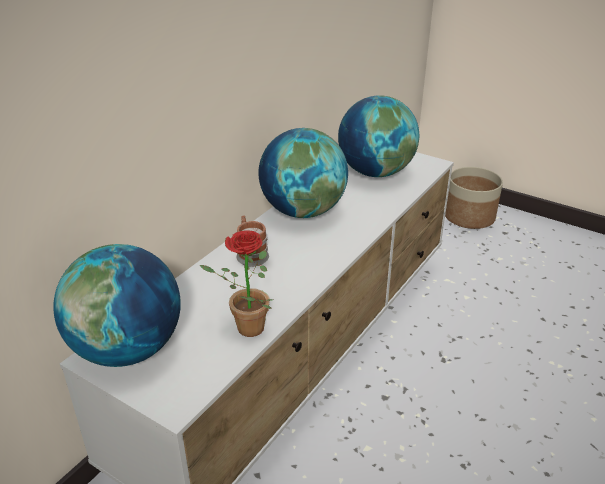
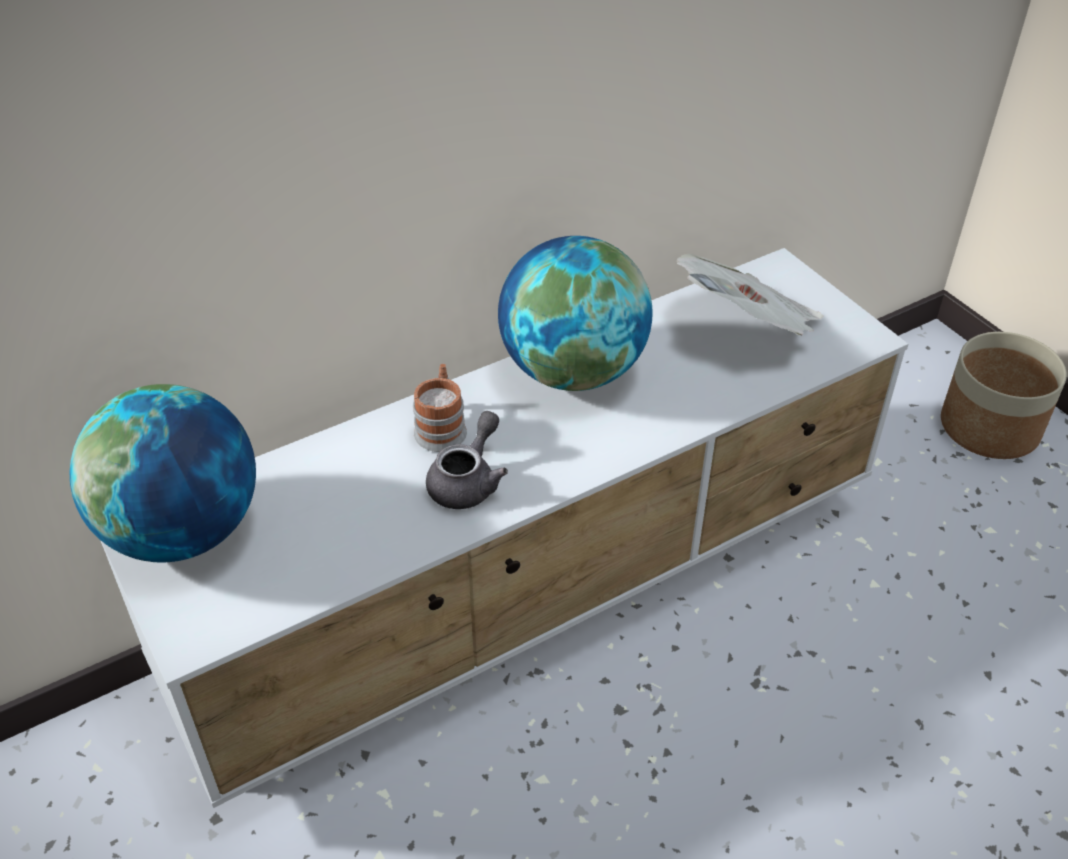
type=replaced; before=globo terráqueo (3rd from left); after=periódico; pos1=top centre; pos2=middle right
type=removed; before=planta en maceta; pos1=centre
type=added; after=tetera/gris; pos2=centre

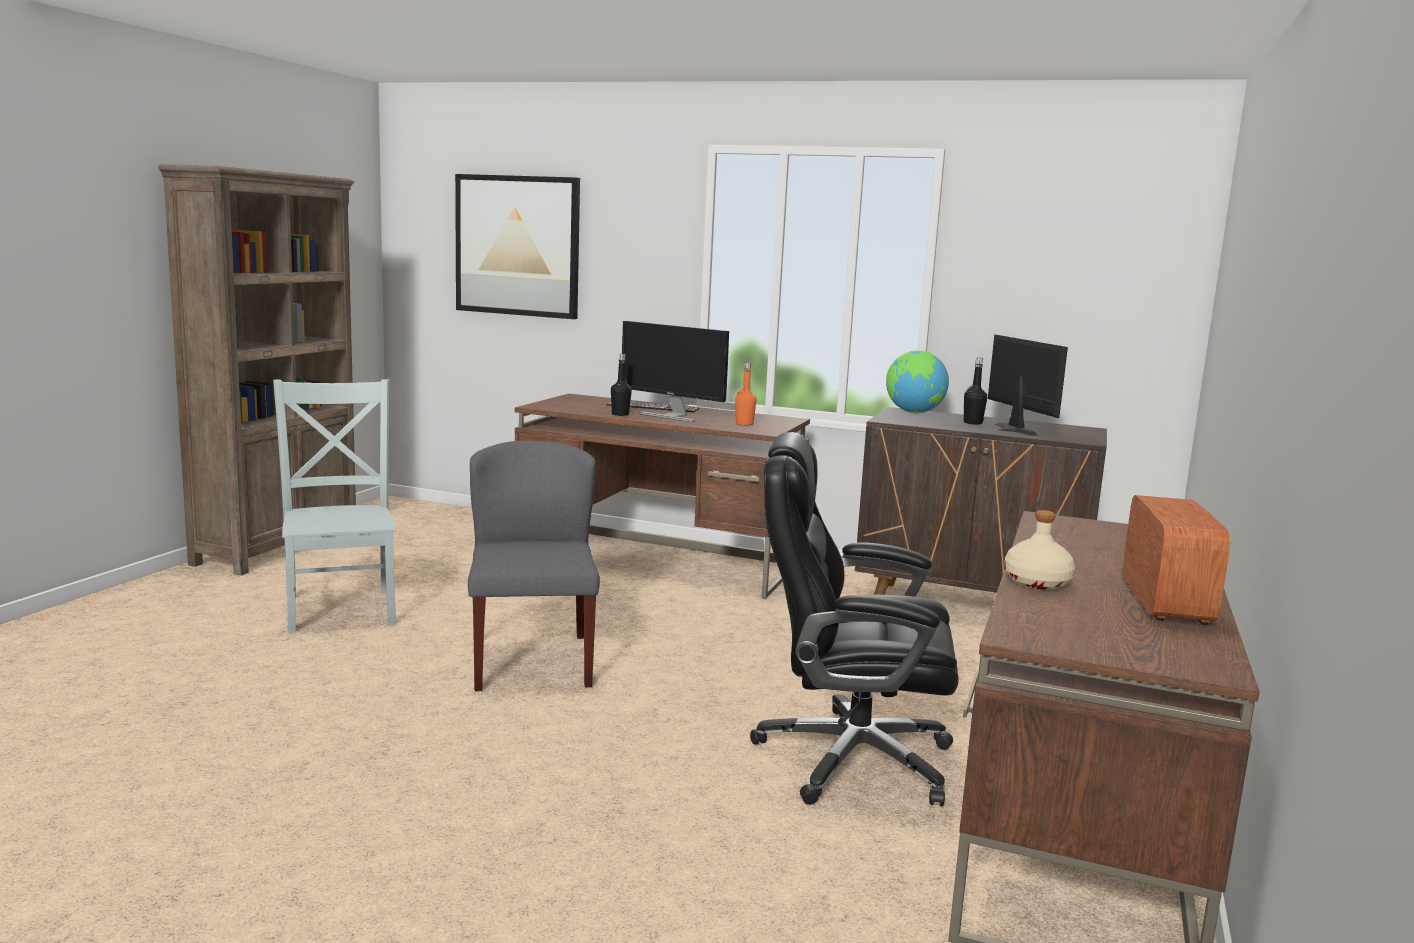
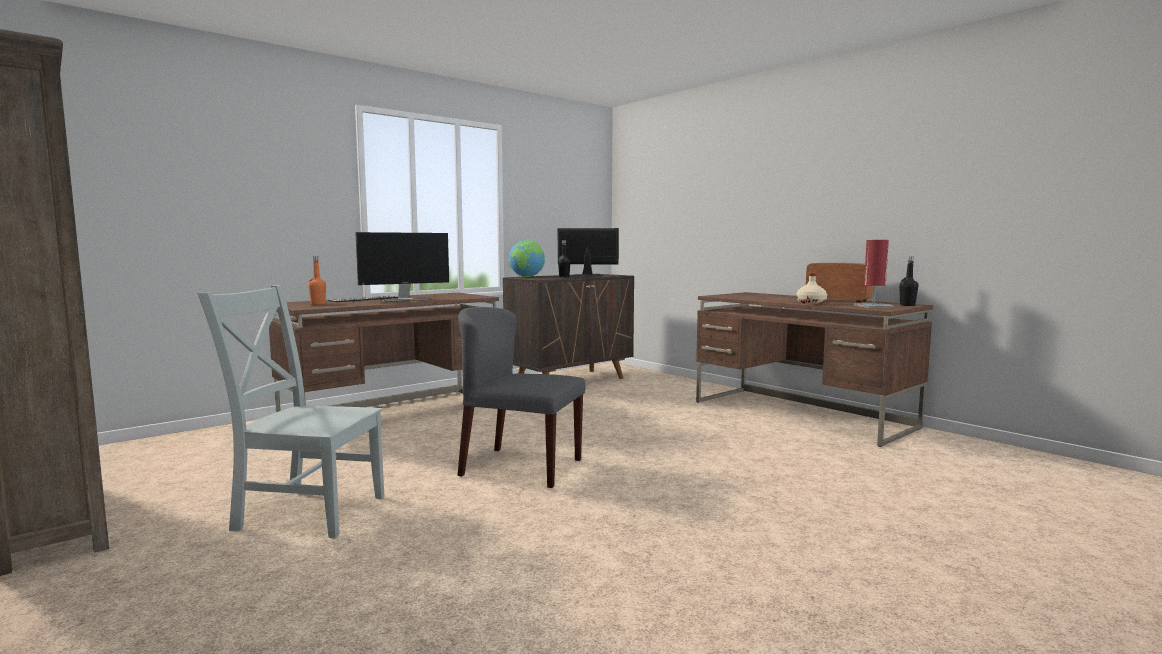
type=removed; before=cuadro; pos1=top centre
type=moved; before=botella/negro (1st from left in the first image); after=botella/negro (2nd from left); pos1=centre; pos2=middle right
type=moved; before=botella/naranja; pos1=centre; pos2=middle left
type=removed; before=silla de oficina/negro; pos1=centre
type=added; after=lámpara de mesa/rojo; pos2=middle right

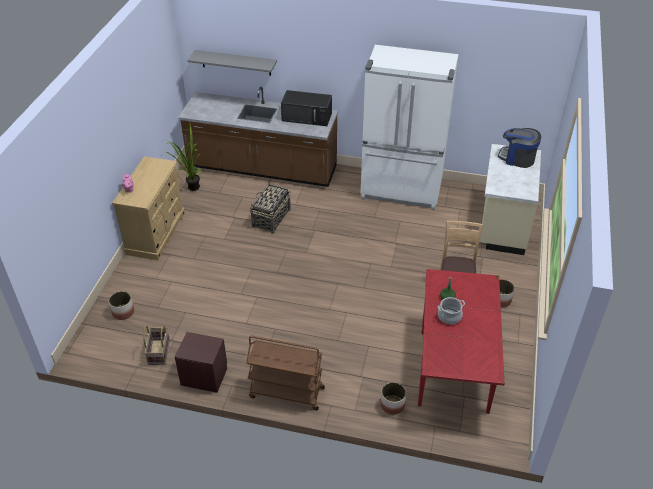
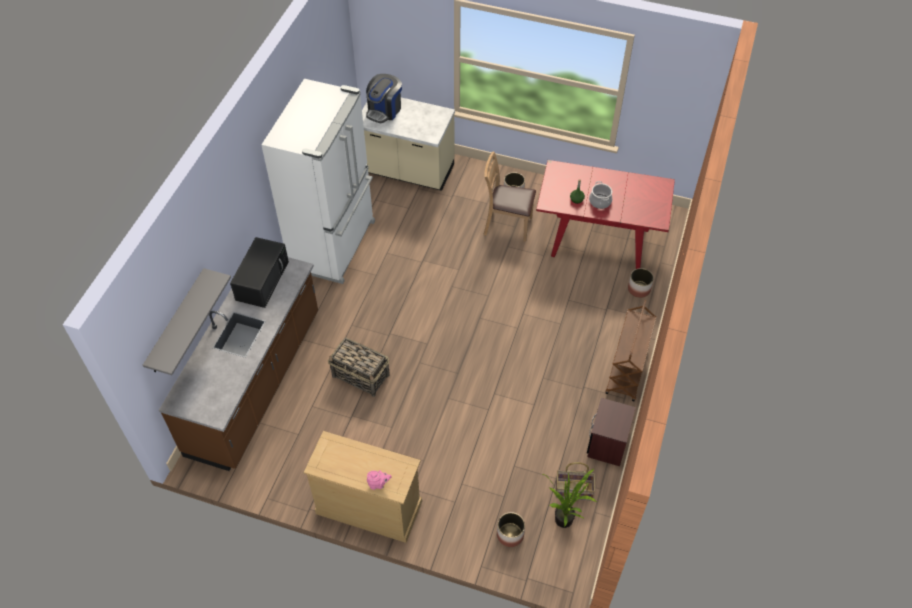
type=moved; before=planta en maceta; pos1=top left; pos2=bottom centre

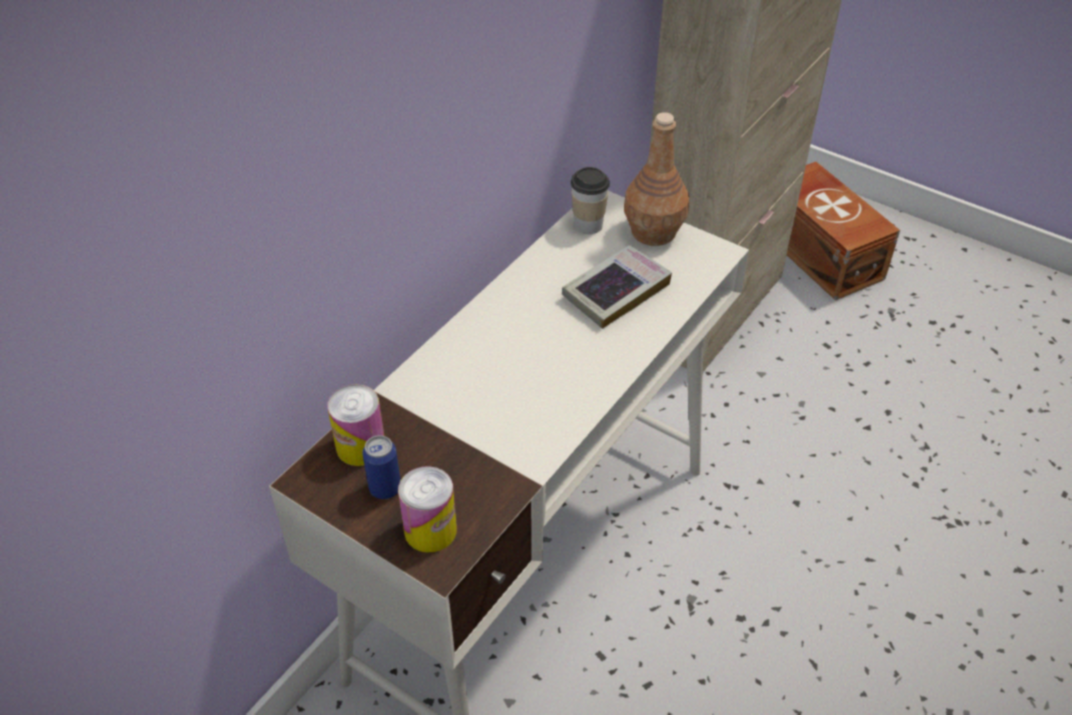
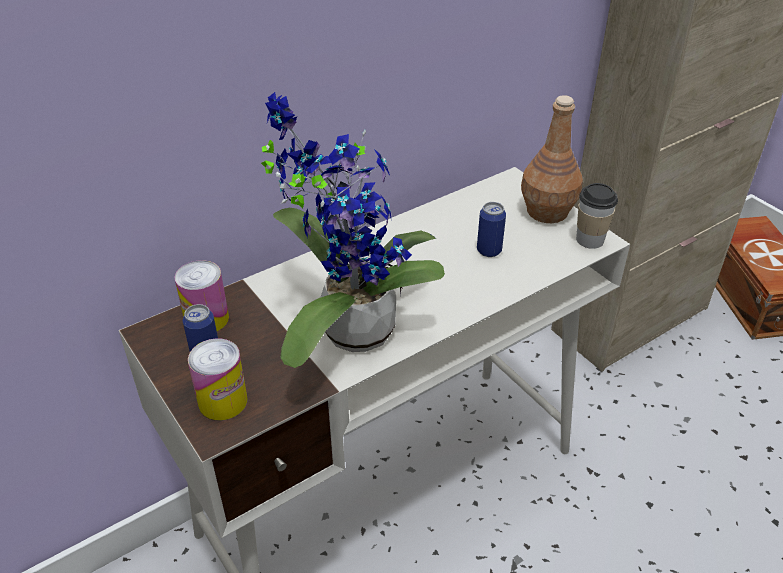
type=moved; before=taza; pos1=top centre; pos2=middle right
type=replaced; before=libro; after=lata (4th from left); pos1=centre; pos2=centre
type=added; after=planta en maceta; pos2=centre

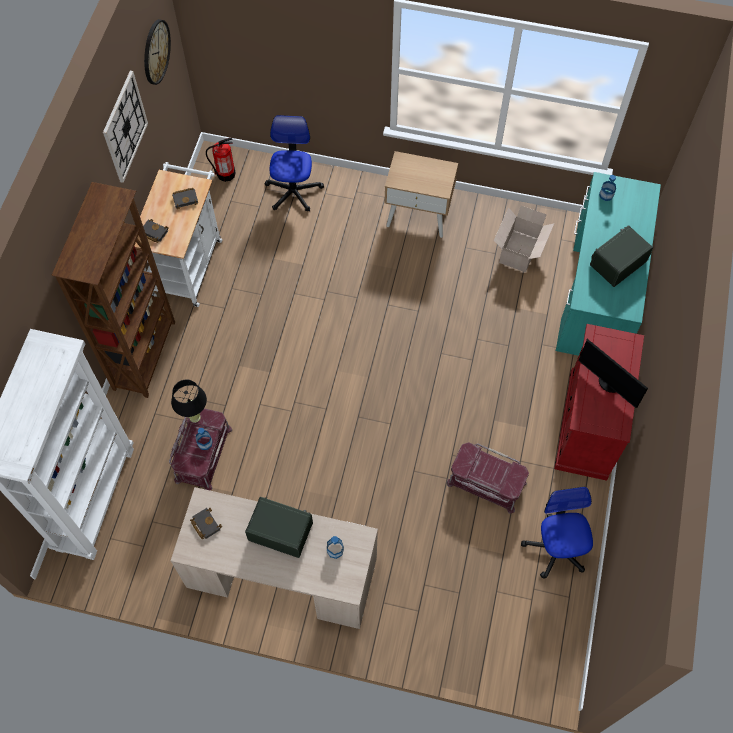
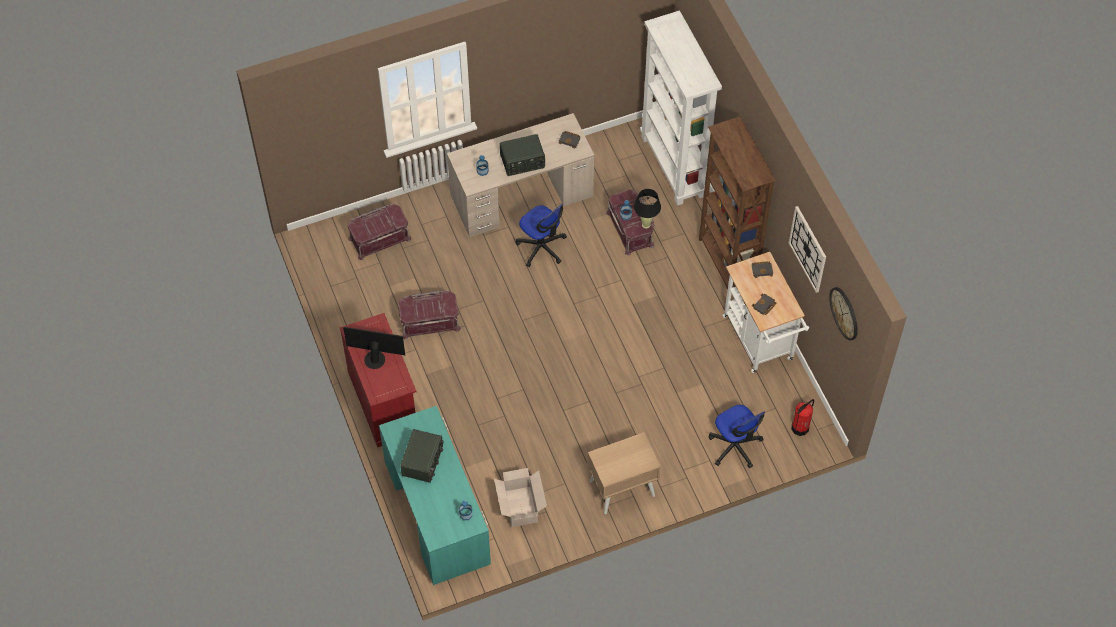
type=moved; before=silla de oficina (2nd from left in the first image); after=silla de oficina (1st from left); pos1=bottom right; pos2=centre
type=added; after=caja de almacenaje/rojo (1st from left); pos2=centre

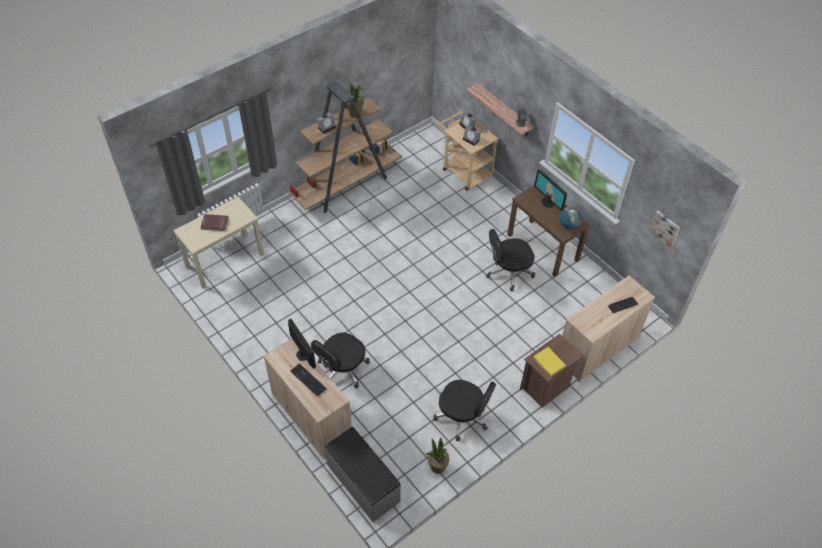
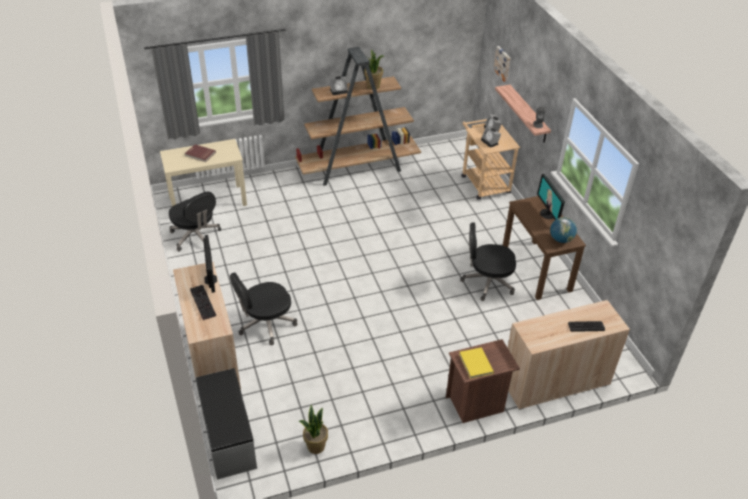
type=moved; before=cuadro; pos1=middle right; pos2=top right
type=moved; before=silla de oficina/negro (2nd from left in the first image); after=silla de oficina/negro (1st from left); pos1=bottom centre; pos2=middle left

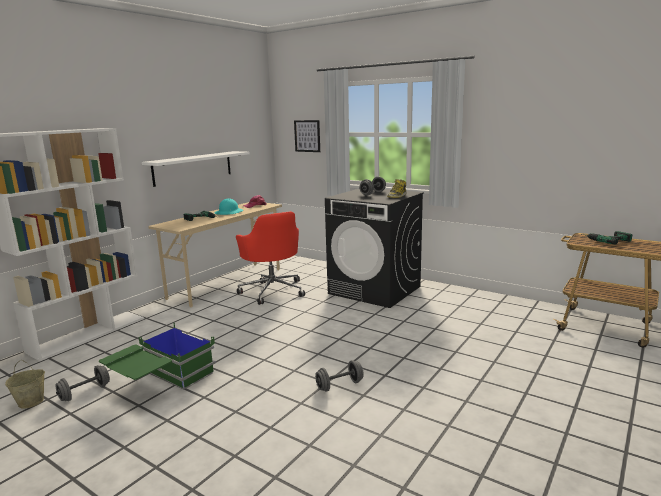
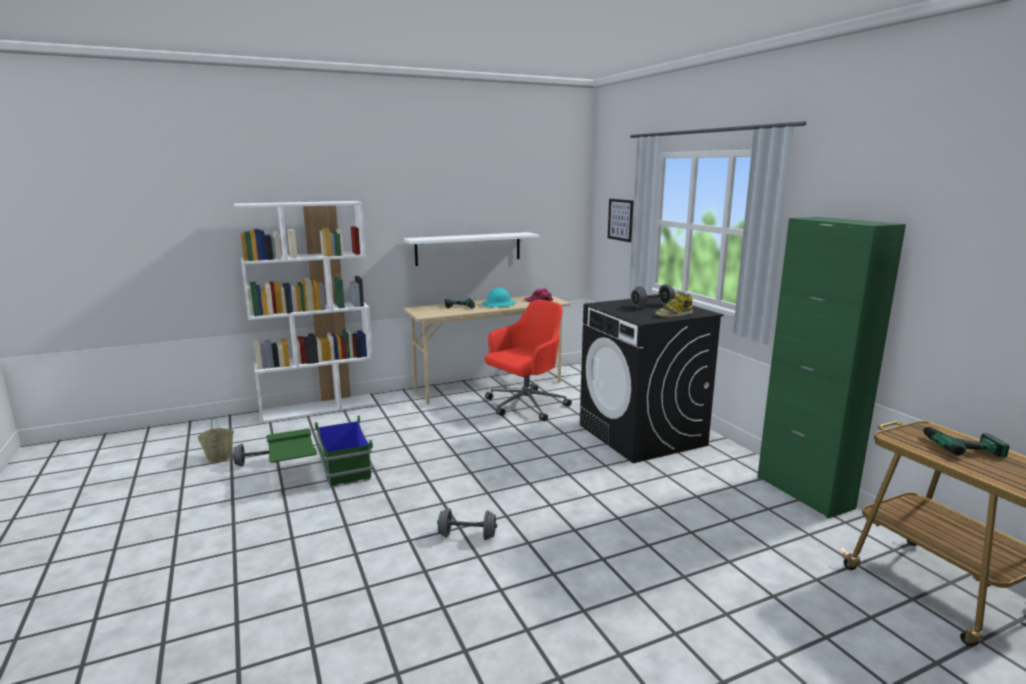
type=turned; before=silla de oficina/rojo; pos1=centre; pos2=centre; turn=-135
type=added; after=armario/verde; pos2=middle right

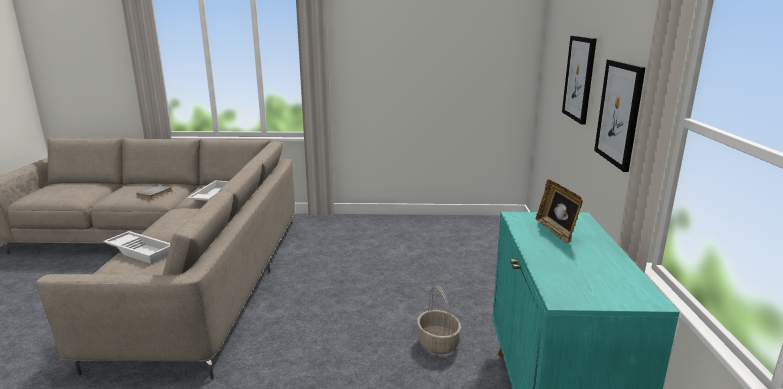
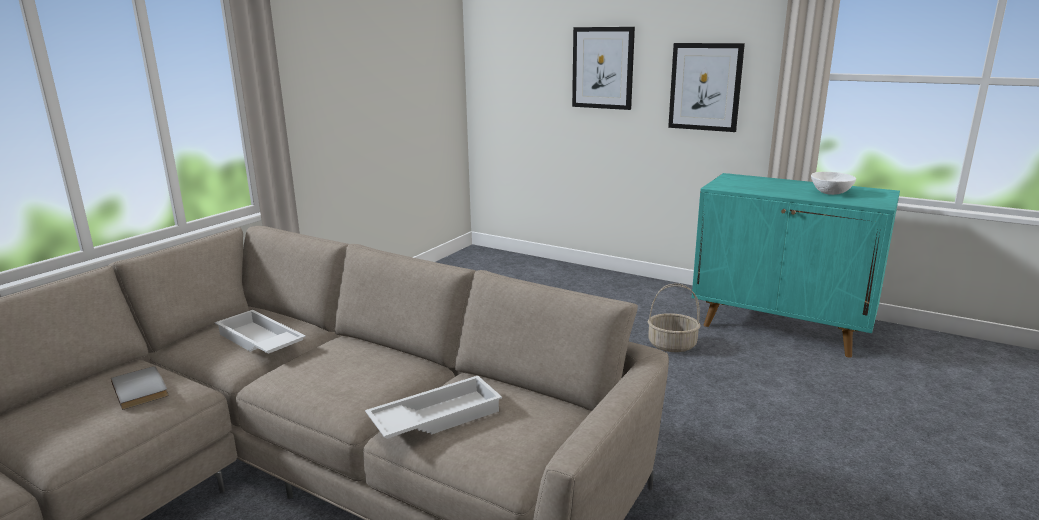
type=removed; before=portarretratos; pos1=middle right
type=added; after=cuenco/blanco; pos2=middle right

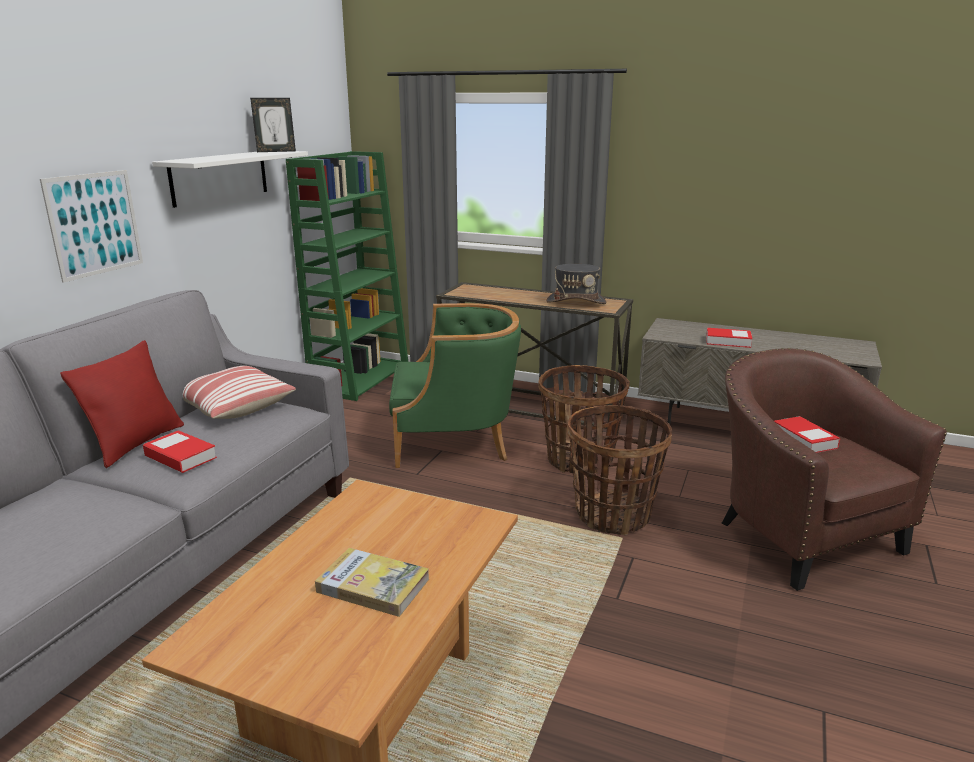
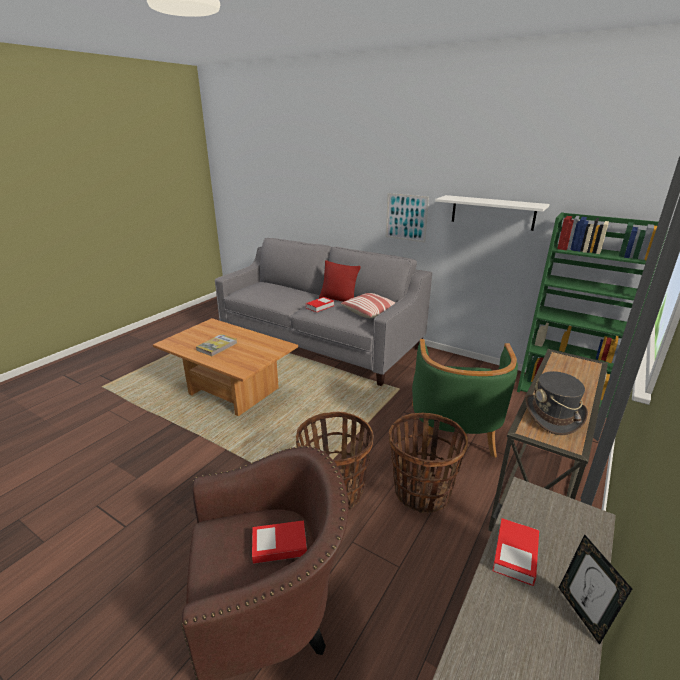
type=moved; before=portarretratos; pos1=top left; pos2=bottom right

